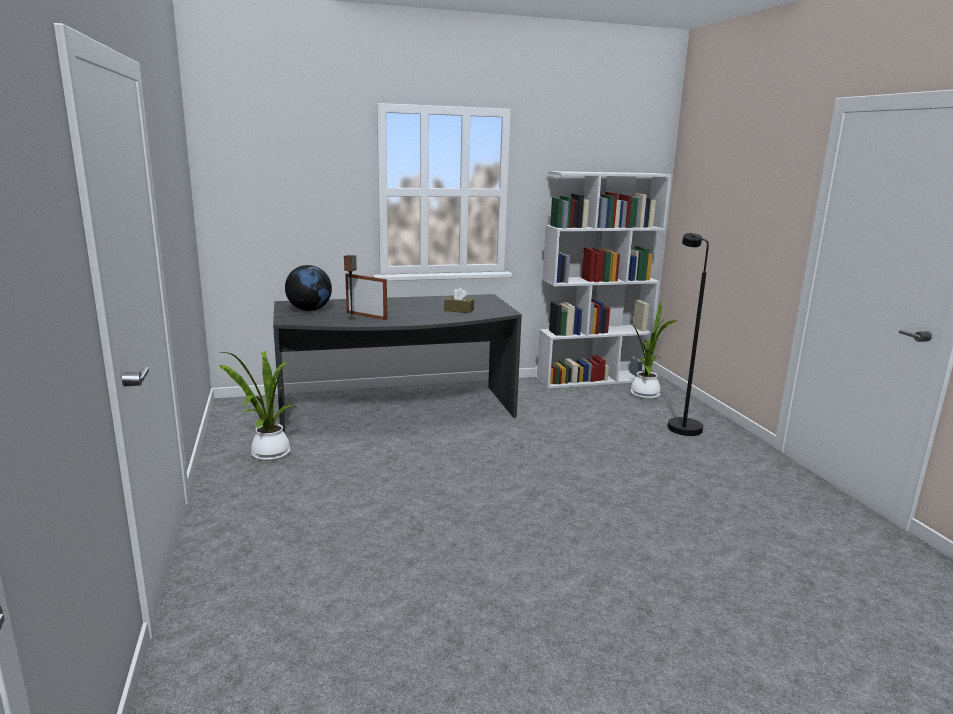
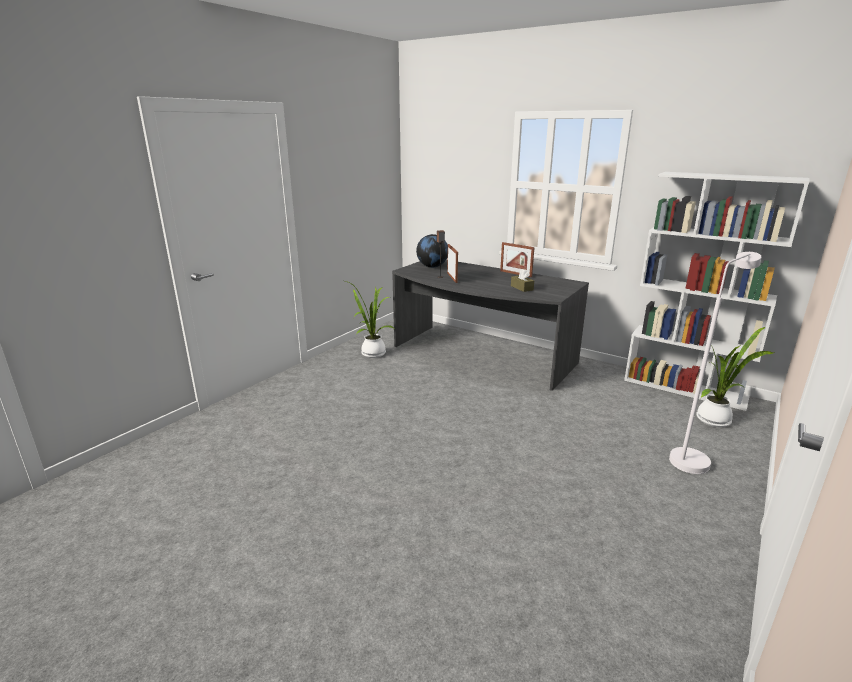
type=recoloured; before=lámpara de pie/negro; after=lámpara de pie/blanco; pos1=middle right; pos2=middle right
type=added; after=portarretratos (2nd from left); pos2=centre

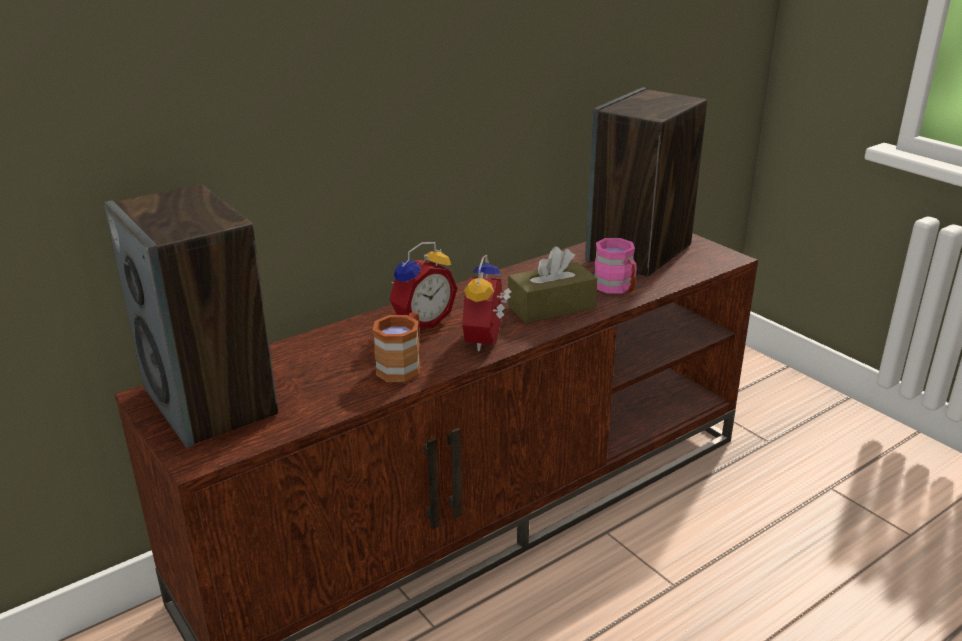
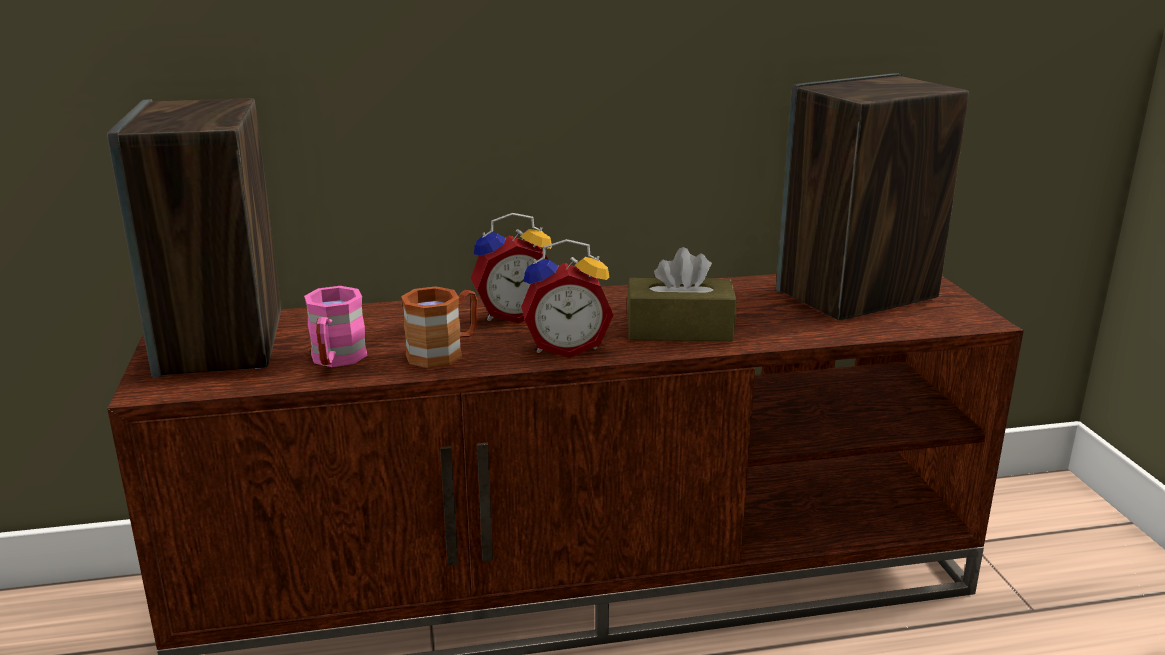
type=moved; before=taza grande/rosa; pos1=centre; pos2=middle left
type=turned; before=despertador (2nd from left); pos1=centre; pos2=centre; turn=-135

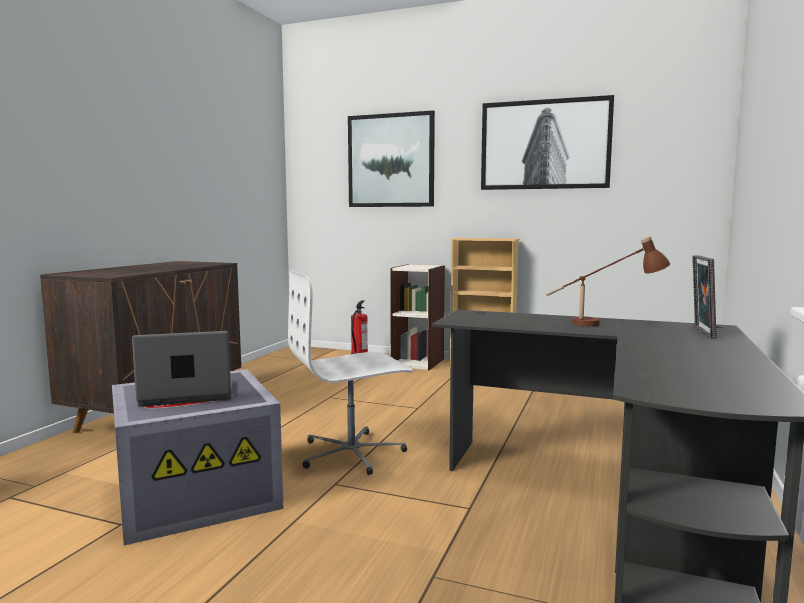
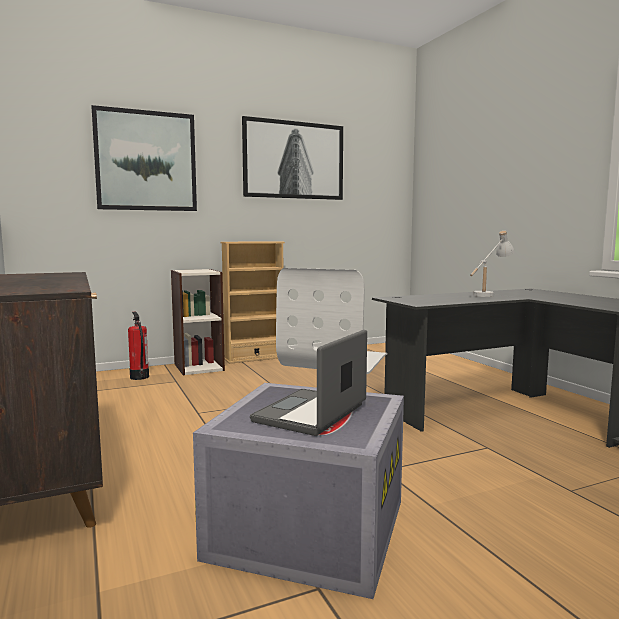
type=recoloured; before=lámpara de mesa/marrón; after=lámpara de mesa/blanco; pos1=middle right; pos2=middle right
type=removed; before=portarretratos; pos1=middle right

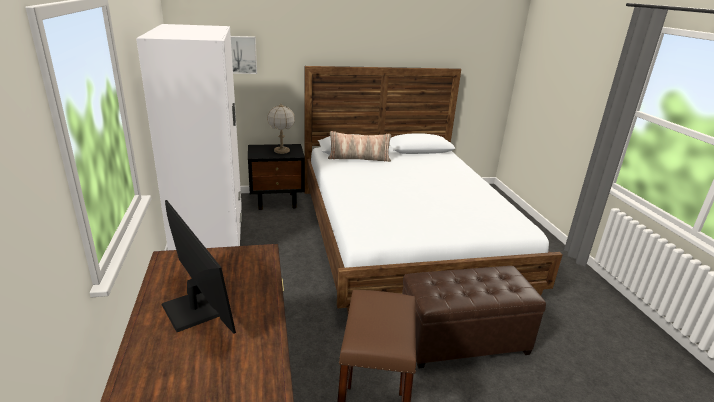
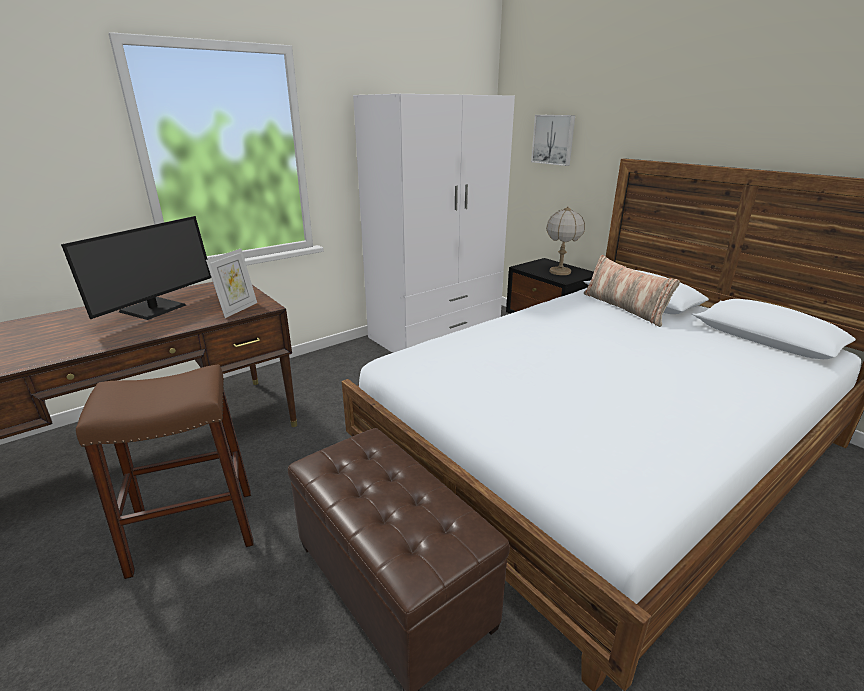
type=added; after=portarretratos; pos2=middle left

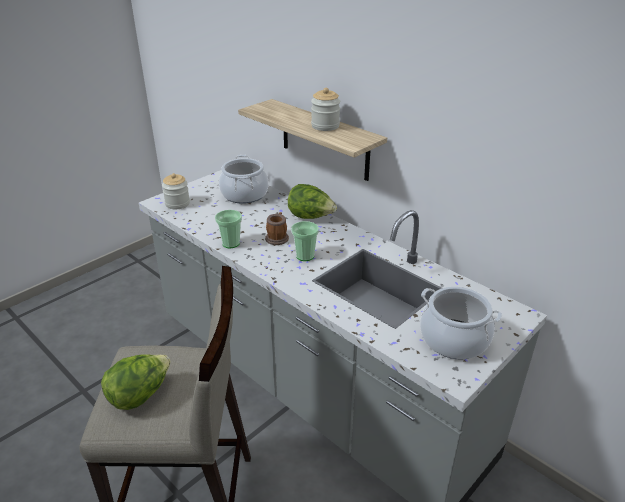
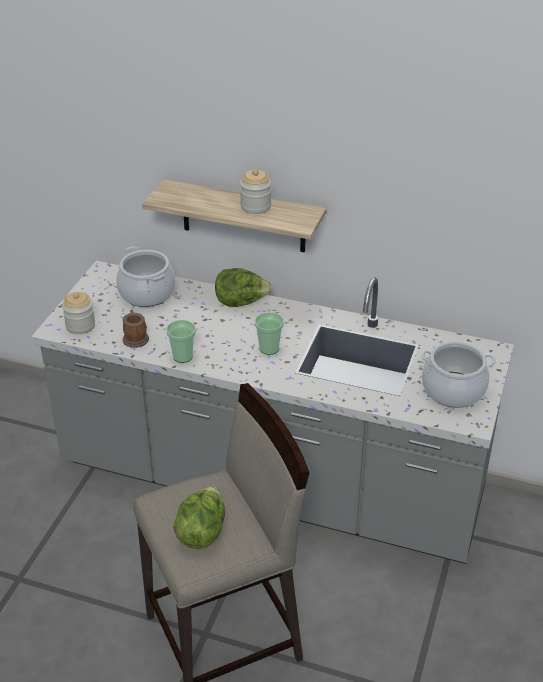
type=moved; before=taza grande; pos1=centre; pos2=middle left

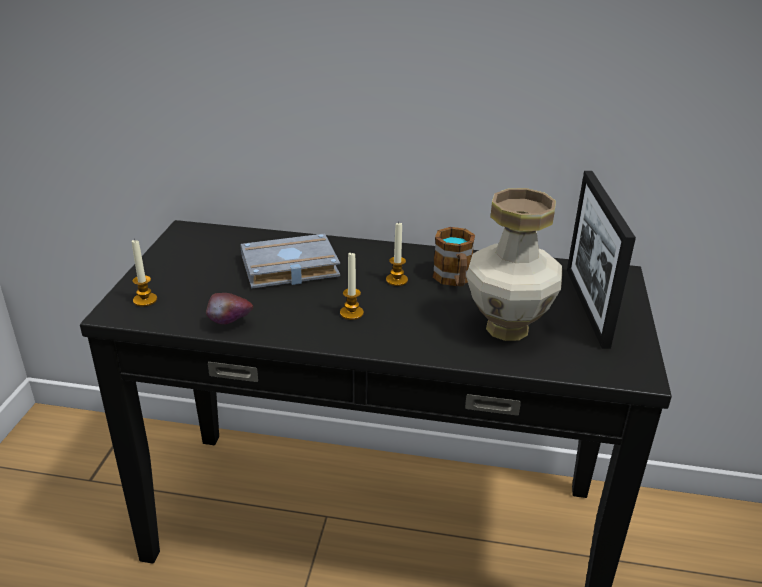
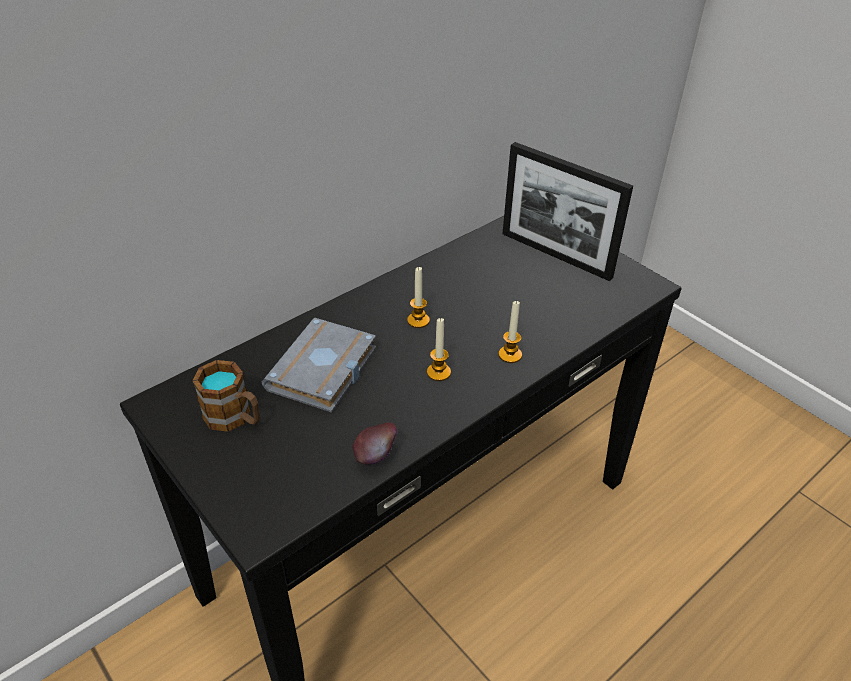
type=removed; before=florero; pos1=middle right
type=moved; before=taza grande; pos1=centre; pos2=middle left
type=moved; before=vela (1st from left in the first image); after=vela (3rd from left); pos1=middle left; pos2=centre

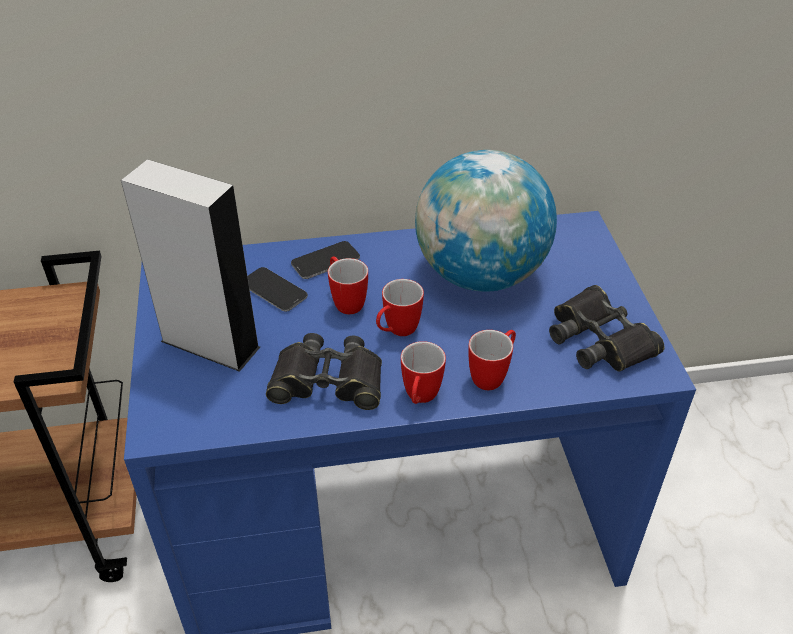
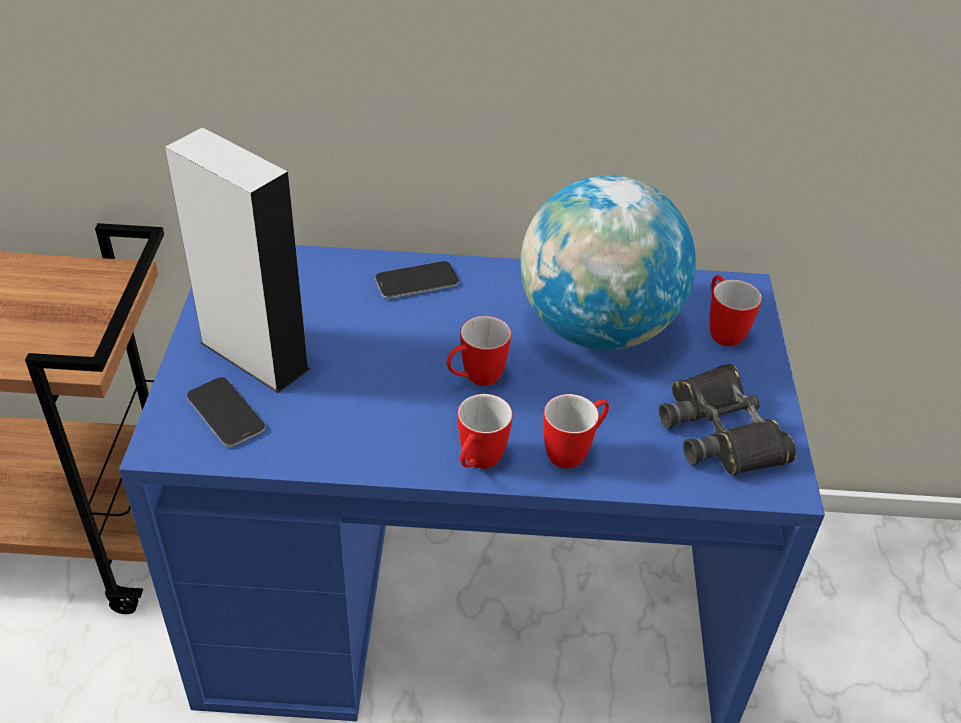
type=moved; before=taza grande (1st from left in the first image); after=taza grande (4th from left); pos1=centre; pos2=middle right
type=moved; before=móvil (1st from left); pos1=centre; pos2=middle left
type=removed; before=prismáticos/negro (1st from left); pos1=centre

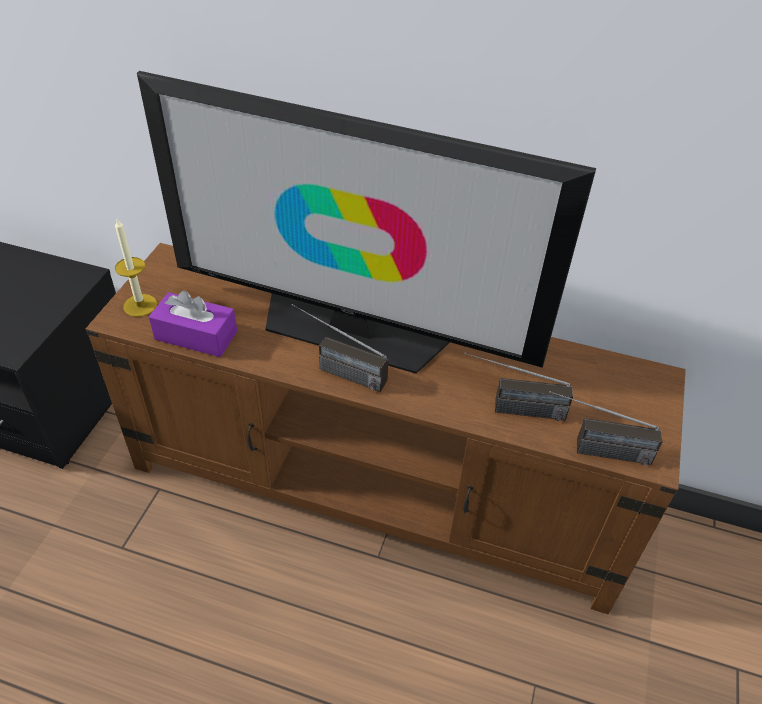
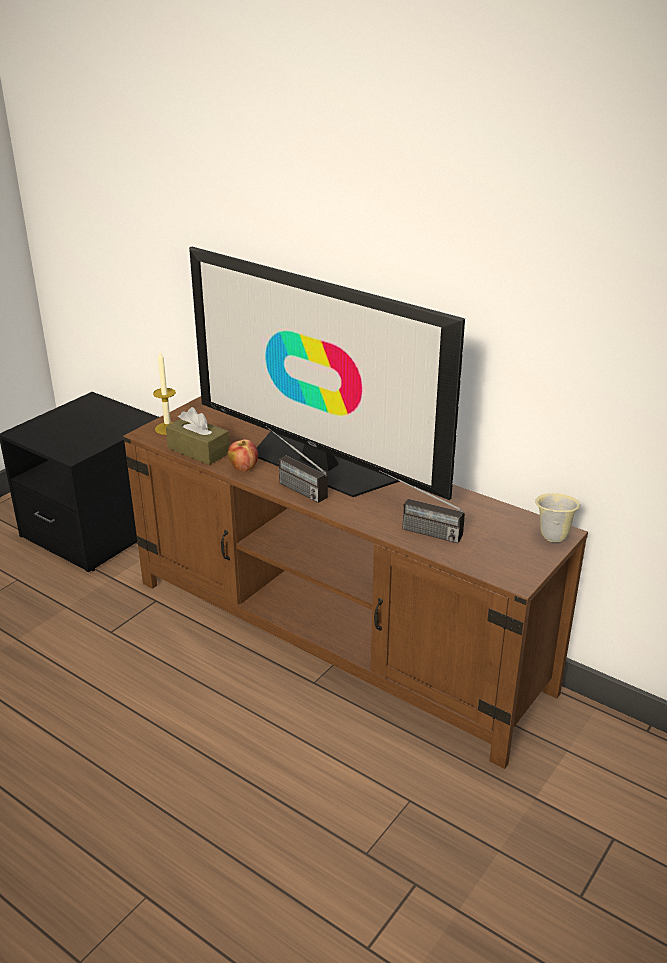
type=recoloured; before=caja de pañuelos/morado; after=caja de pañuelos/marrón; pos1=middle left; pos2=middle left
type=removed; before=radio (3rd from left); pos1=middle right
type=added; after=manzana; pos2=centre
type=added; after=taza grande/beis; pos2=middle right

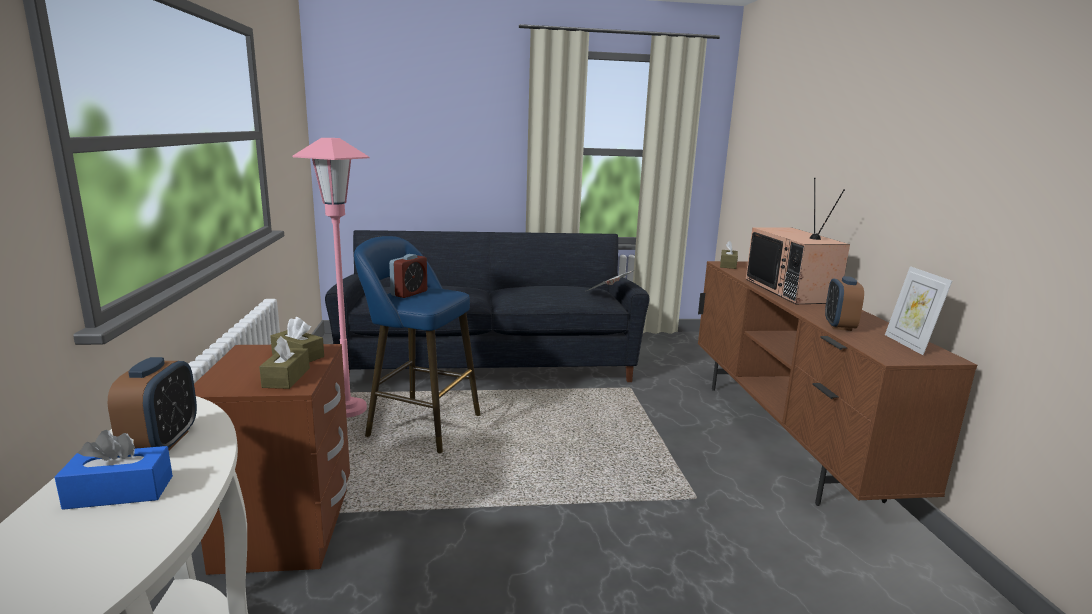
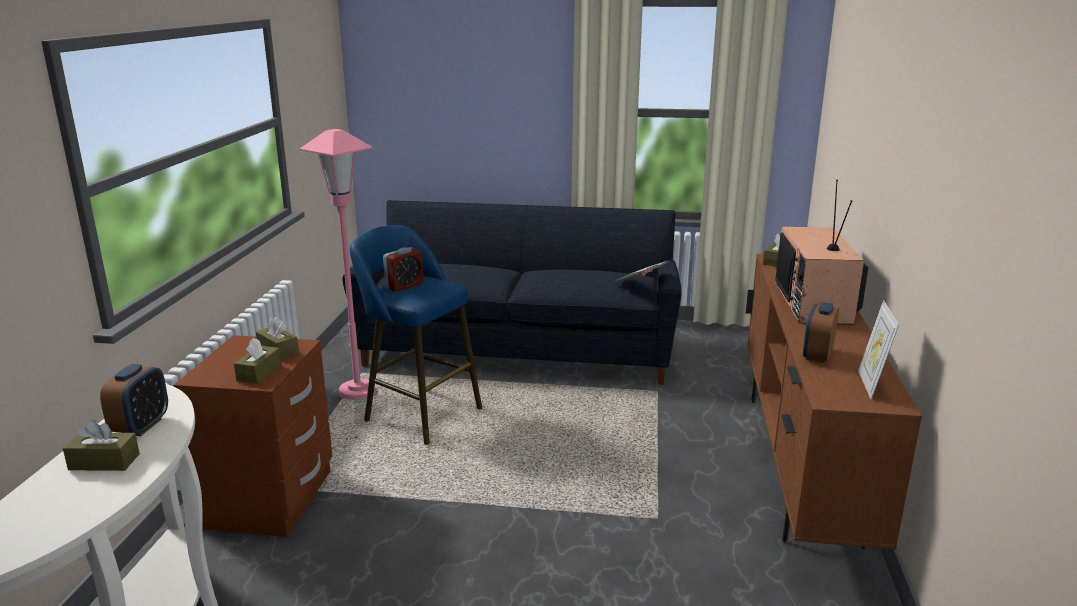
type=recoloured; before=caja de pañuelos/azul; after=caja de pañuelos/marrón (1st from left); pos1=bottom left; pos2=bottom left

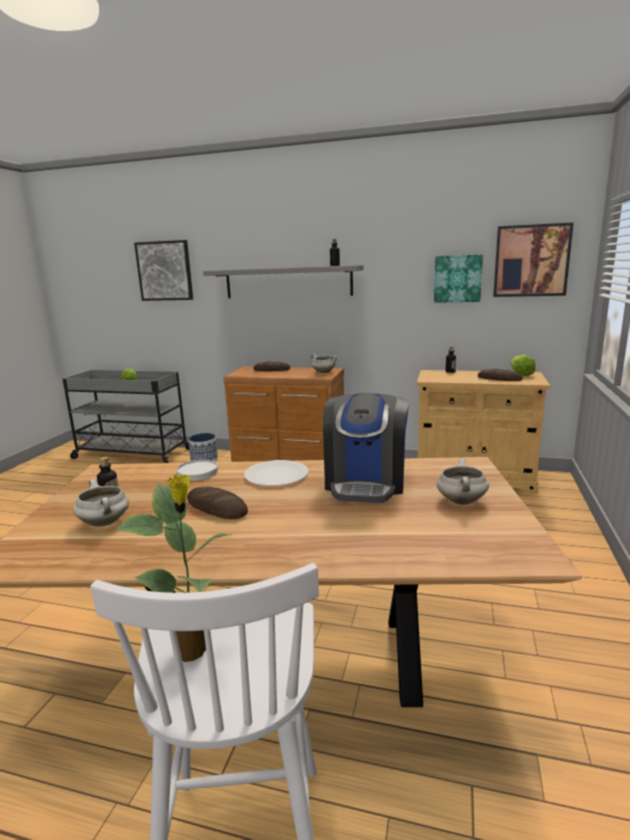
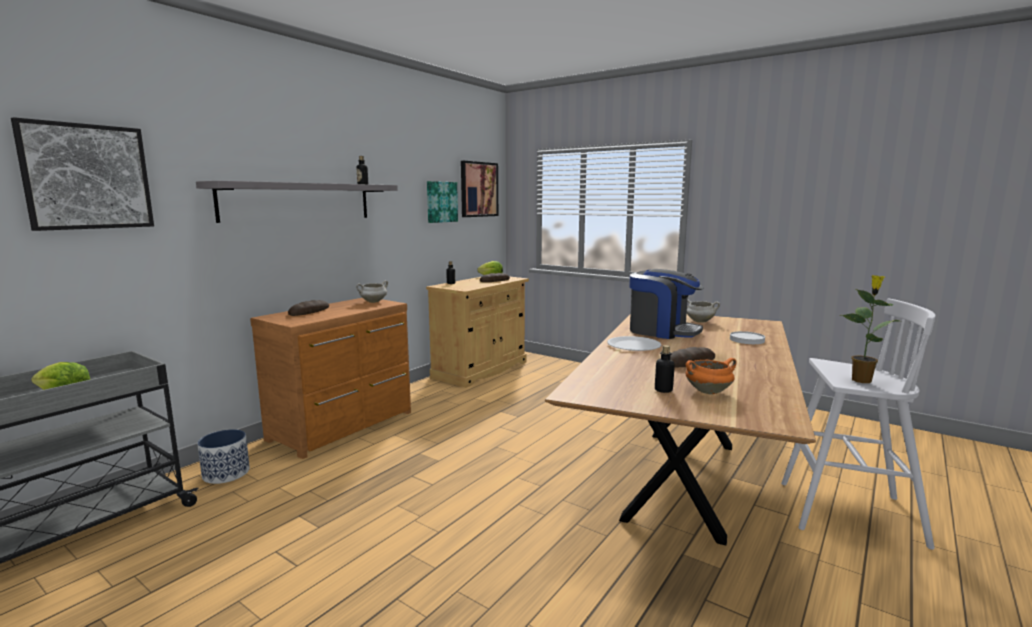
type=moved; before=plato/blanco (1st from left in the first image); after=plato/blanco (2nd from left); pos1=middle left; pos2=middle right
type=recoloured; before=olla/blanco (1st from left); after=olla/naranja; pos1=middle left; pos2=middle right

